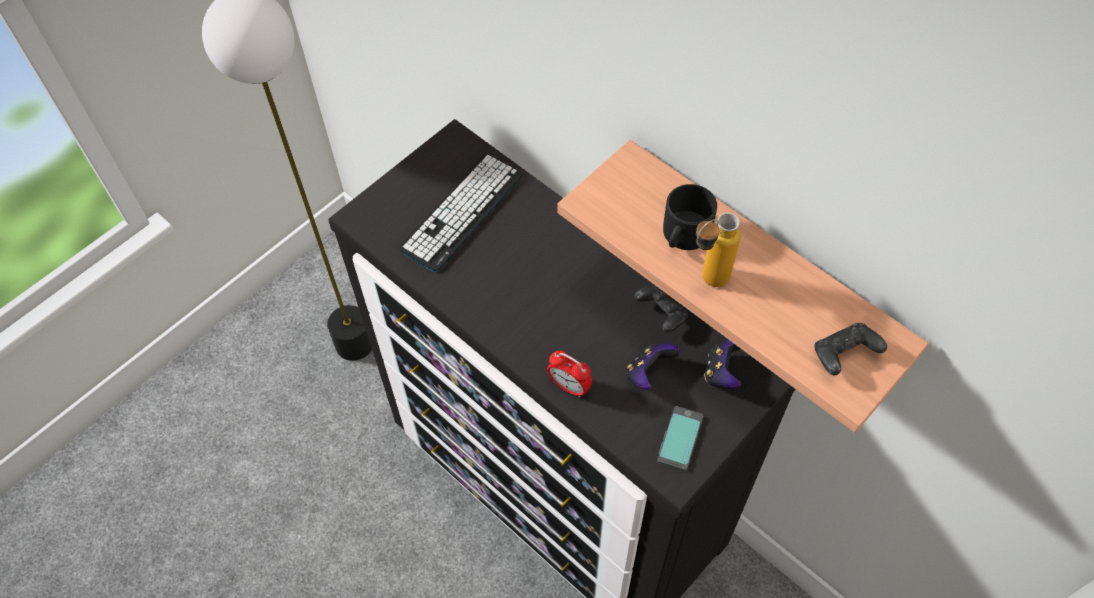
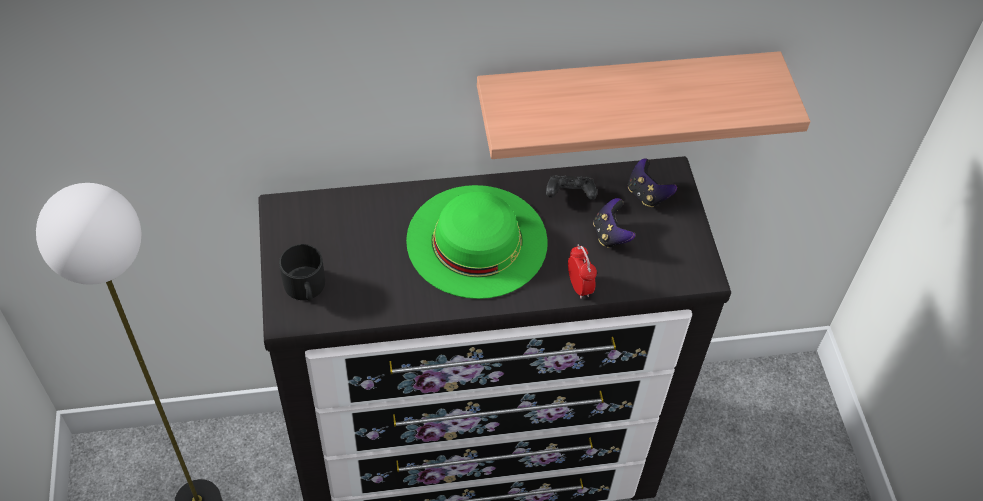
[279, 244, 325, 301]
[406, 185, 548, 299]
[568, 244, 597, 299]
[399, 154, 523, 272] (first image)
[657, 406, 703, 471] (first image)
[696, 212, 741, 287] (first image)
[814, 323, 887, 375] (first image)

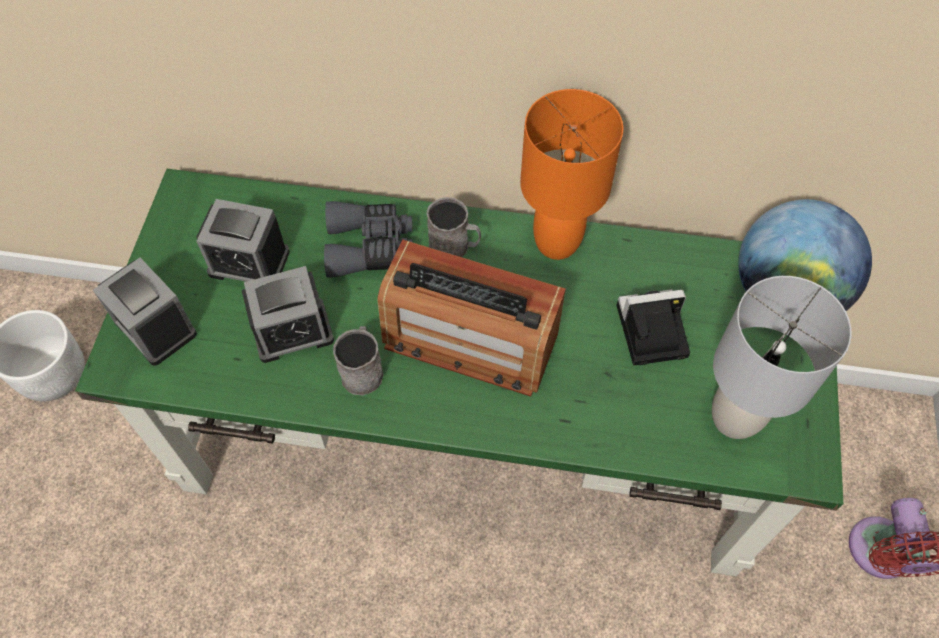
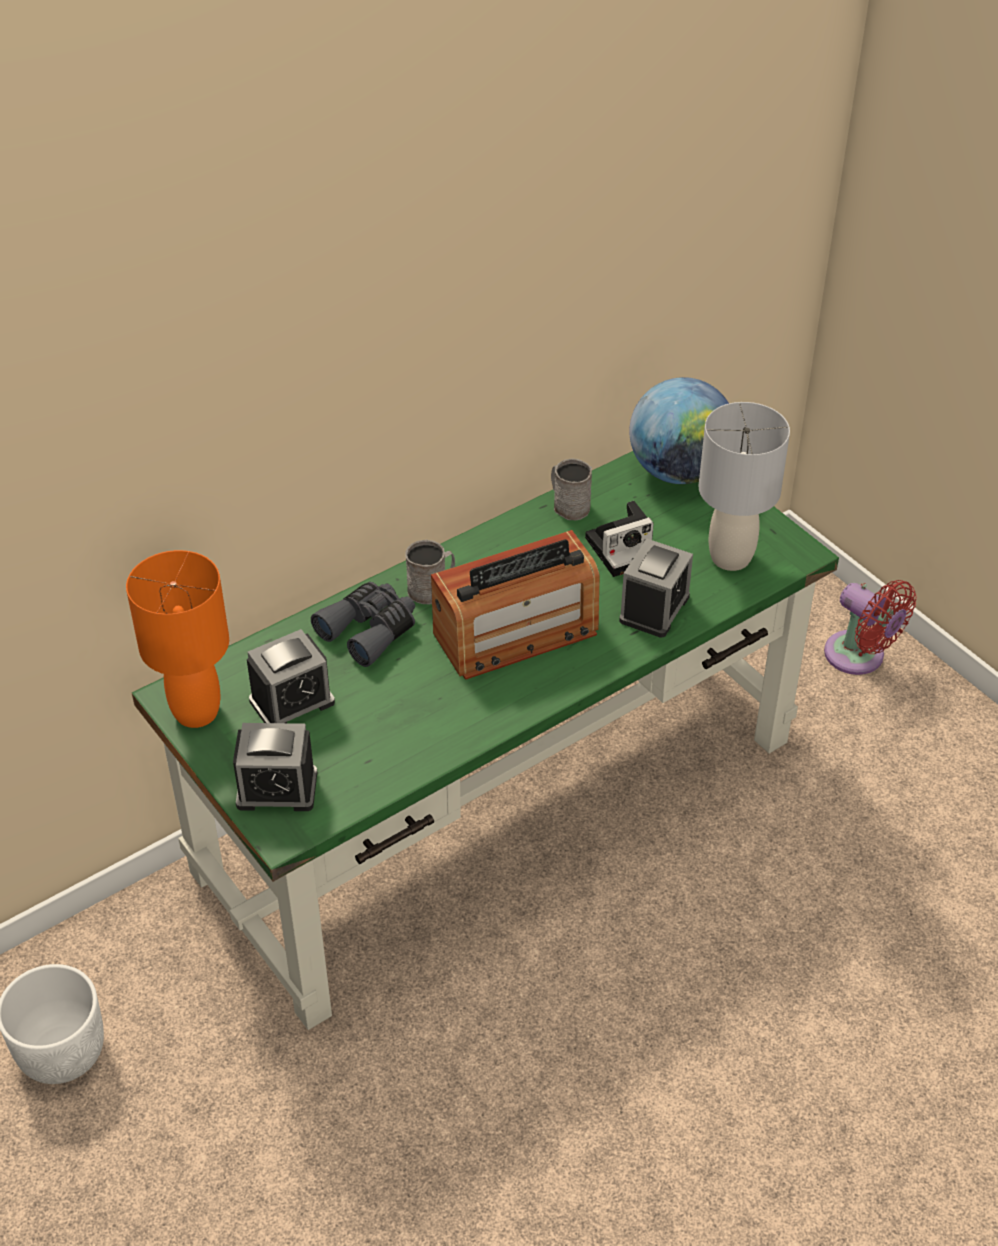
[126, 550, 229, 728]
[551, 459, 592, 520]
[585, 501, 654, 577]
[619, 539, 693, 637]

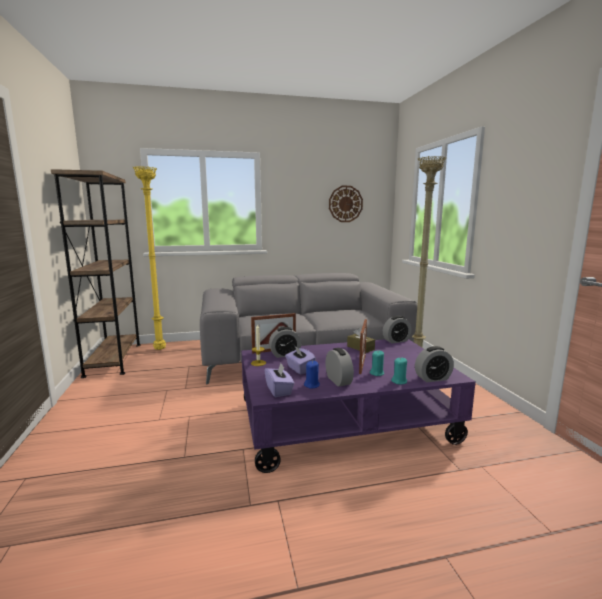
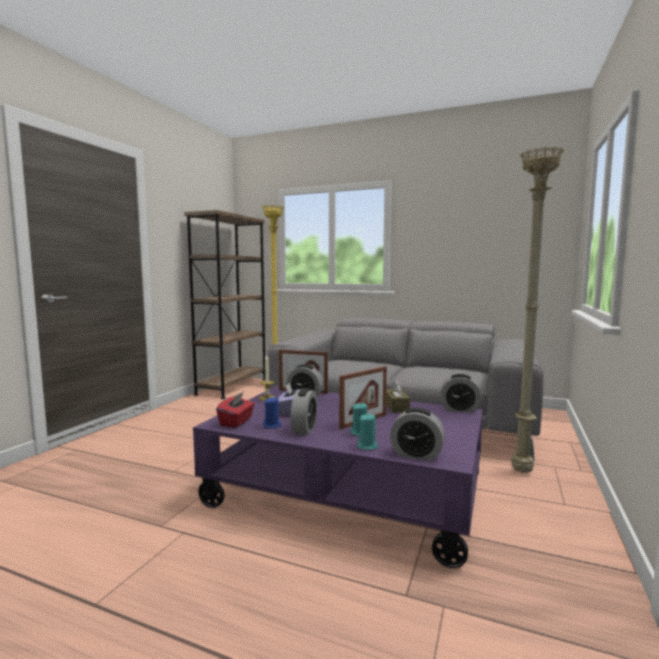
[216, 392, 254, 428]
[329, 186, 363, 222] (first image)

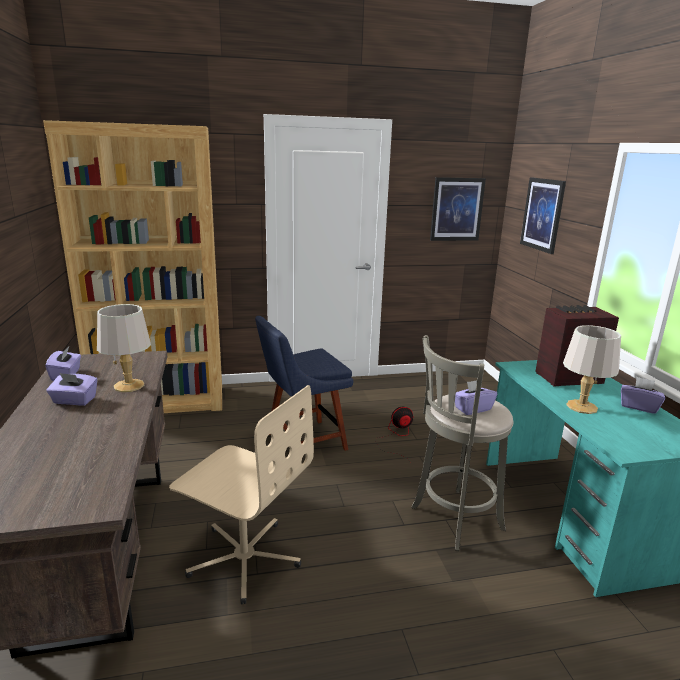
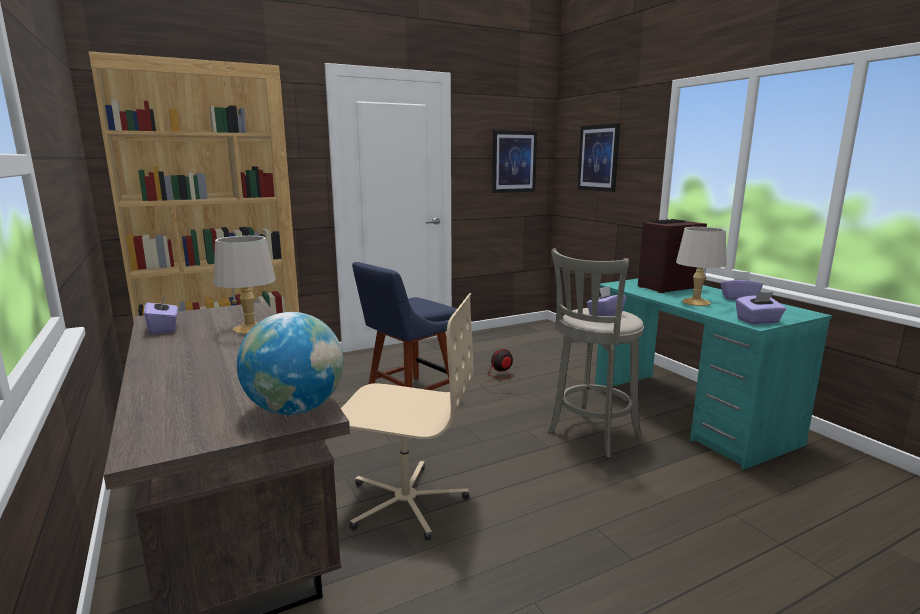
[237, 312, 343, 415]
[736, 292, 786, 324]

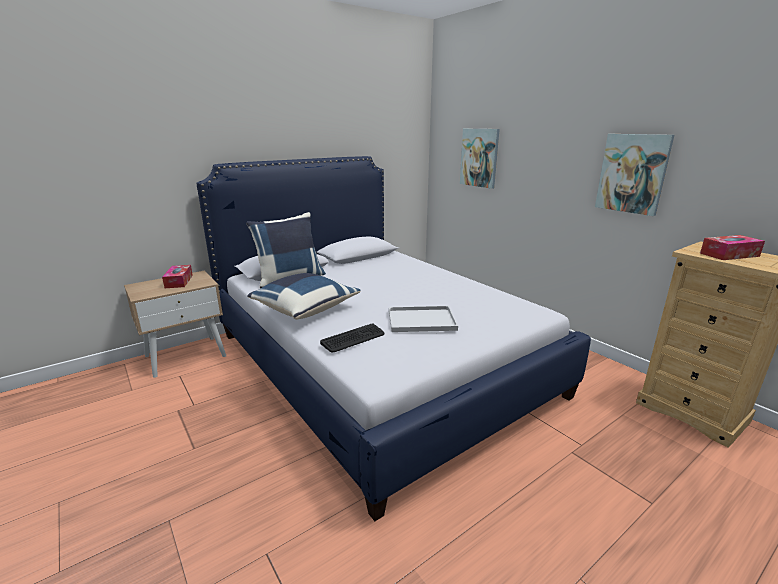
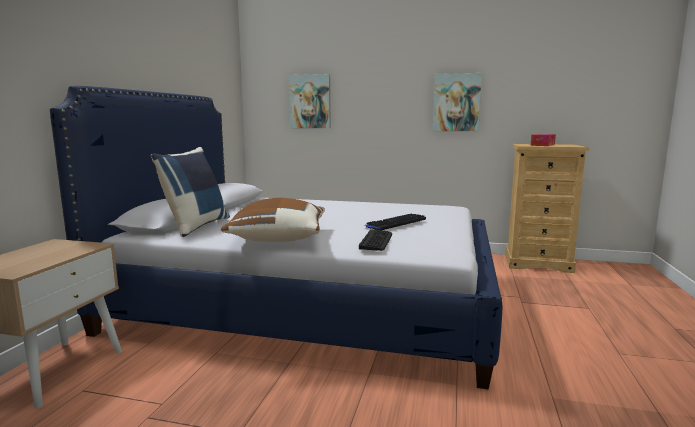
[221, 198, 325, 242]
[366, 214, 426, 230]
[162, 265, 193, 288] (first image)

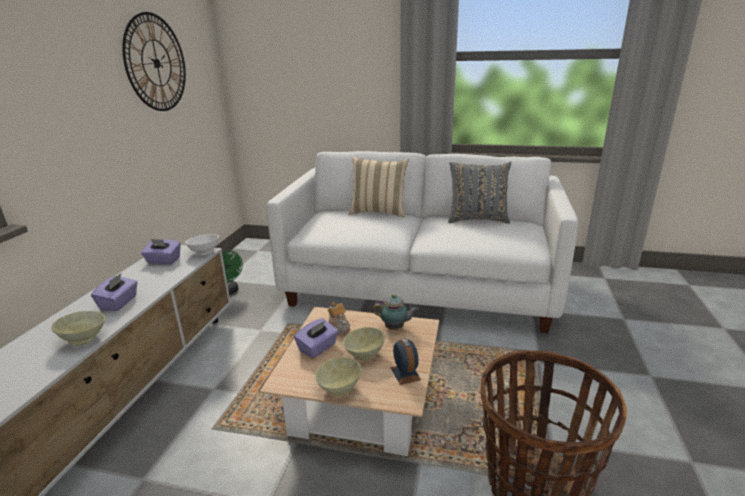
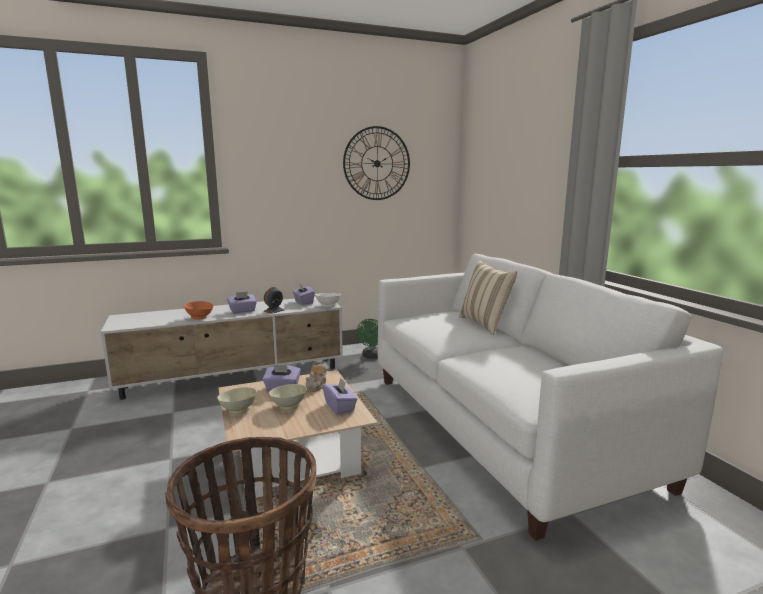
[183, 301, 214, 319]
[263, 287, 284, 314]
[323, 378, 357, 415]
[448, 162, 511, 224] (first image)

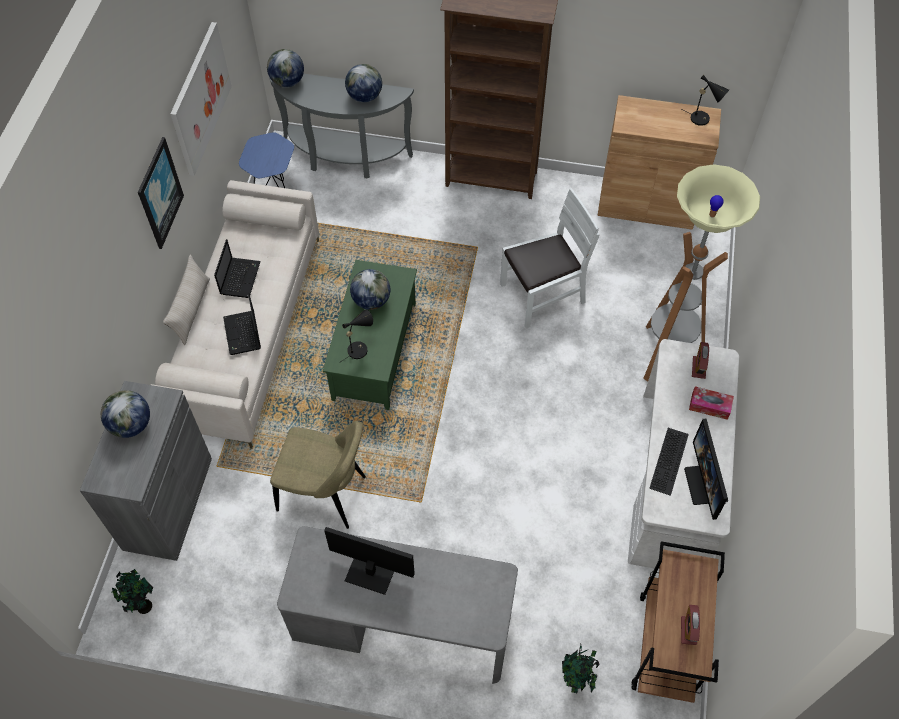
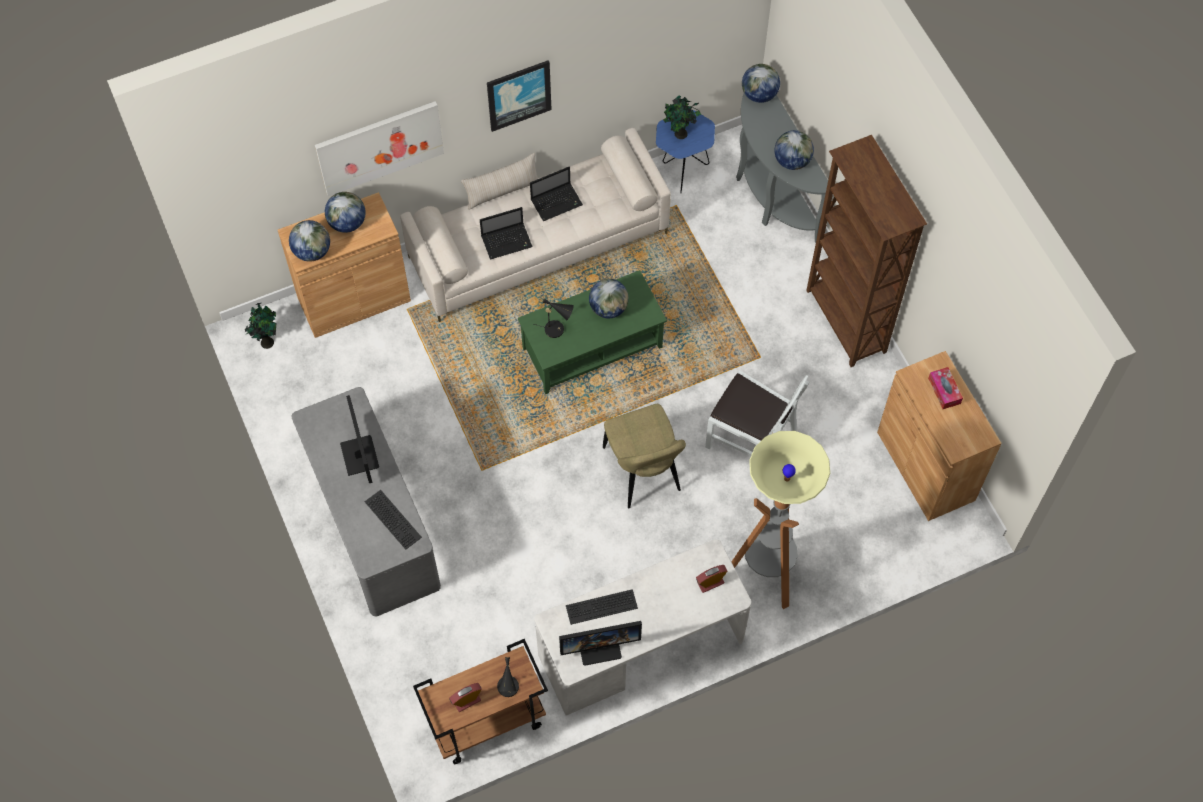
[278, 192, 411, 338]
[289, 220, 330, 262]
[315, 101, 444, 196]
[365, 490, 422, 550]
[480, 207, 532, 260]
[497, 657, 519, 697]
[559, 621, 642, 666]
[603, 404, 686, 509]
[663, 95, 701, 139]
[928, 367, 963, 409]

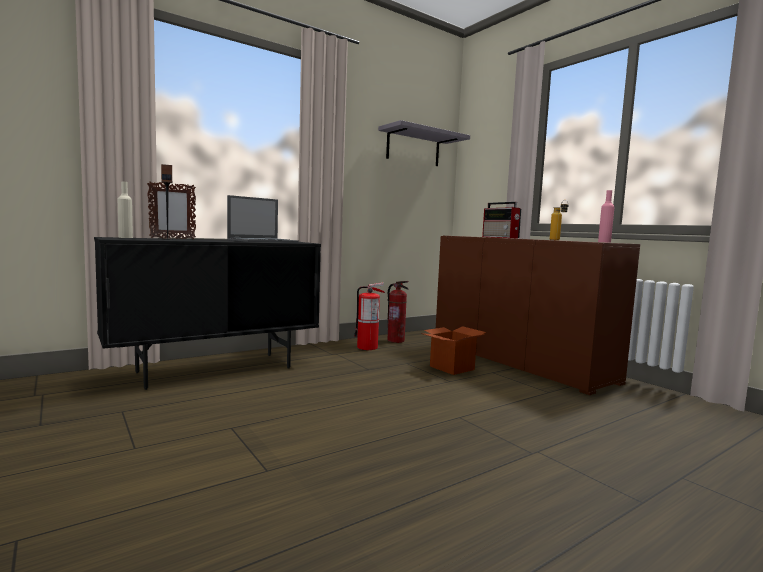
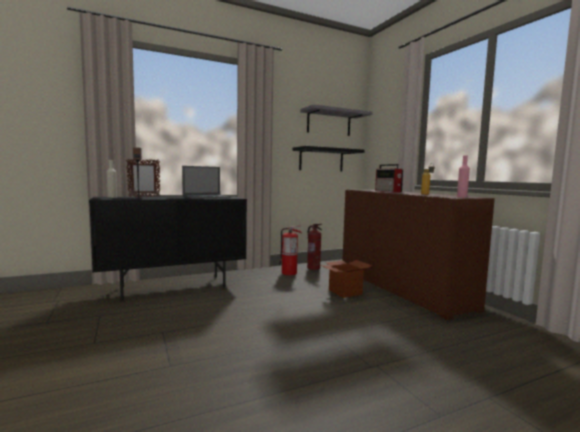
[292, 146, 365, 171]

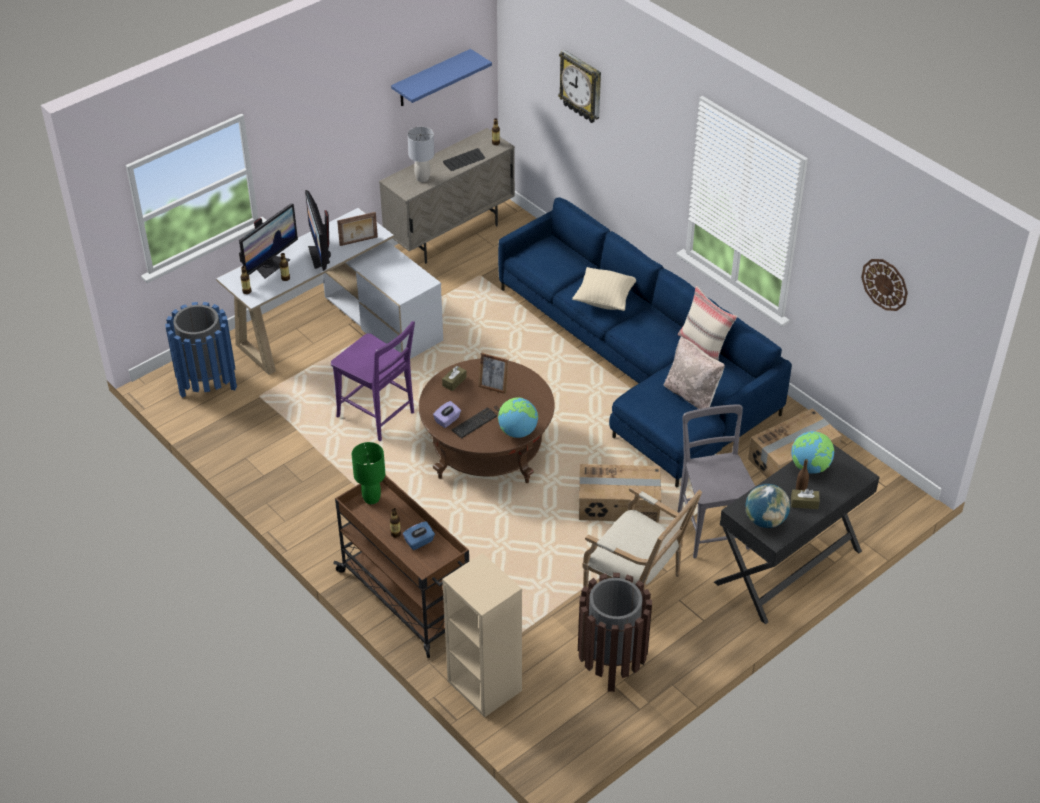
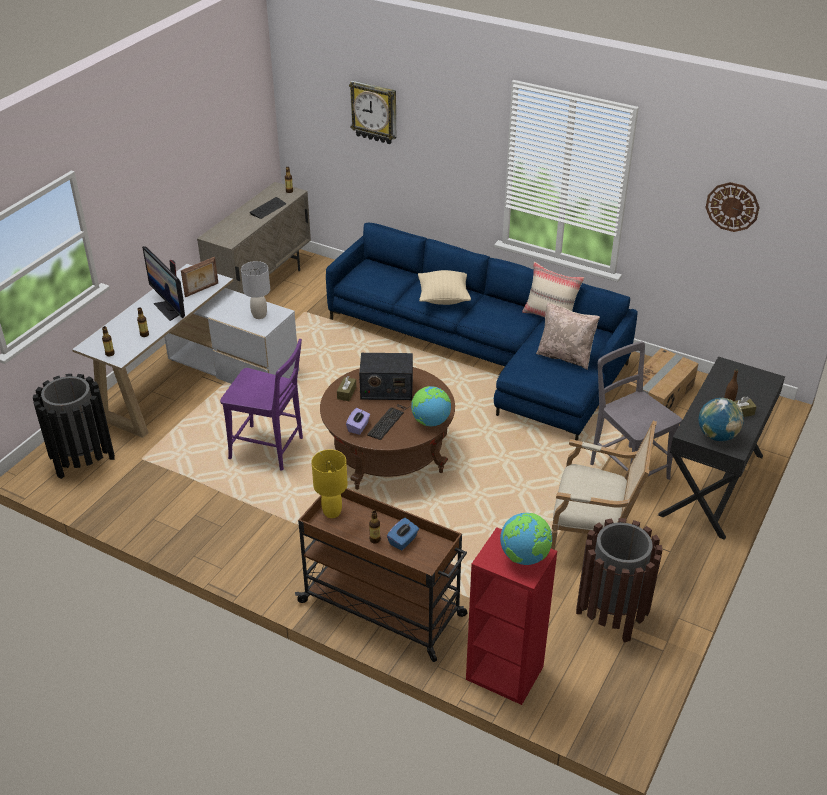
[33, 374, 115, 479]
[241, 261, 270, 319]
[312, 449, 348, 518]
[359, 353, 413, 400]
[466, 527, 557, 705]
[500, 513, 552, 565]
[239, 203, 298, 278] (first image)
[391, 49, 492, 106] (first image)
[579, 464, 661, 522] (first image)

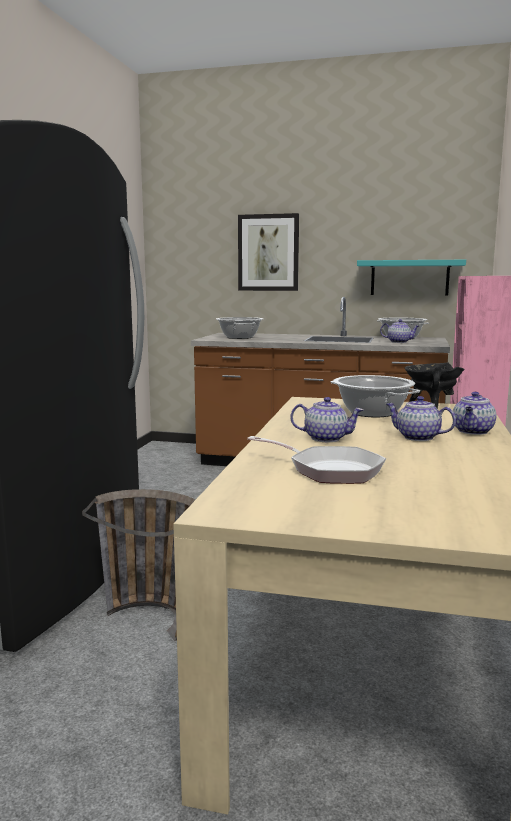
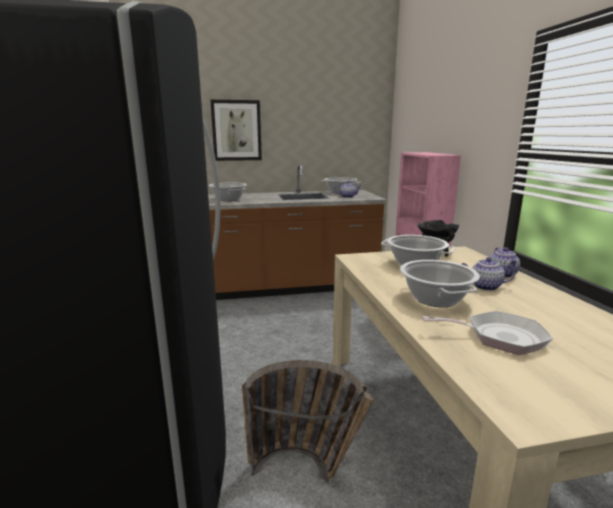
[400, 260, 480, 307]
[357, 260, 466, 295] (first image)

